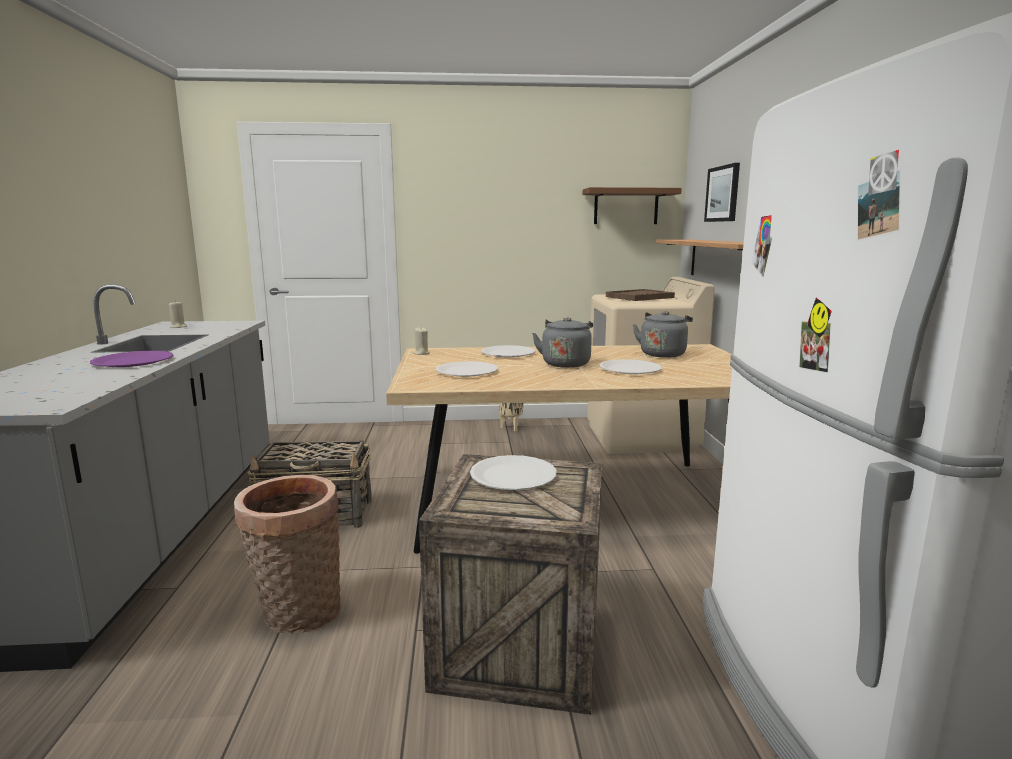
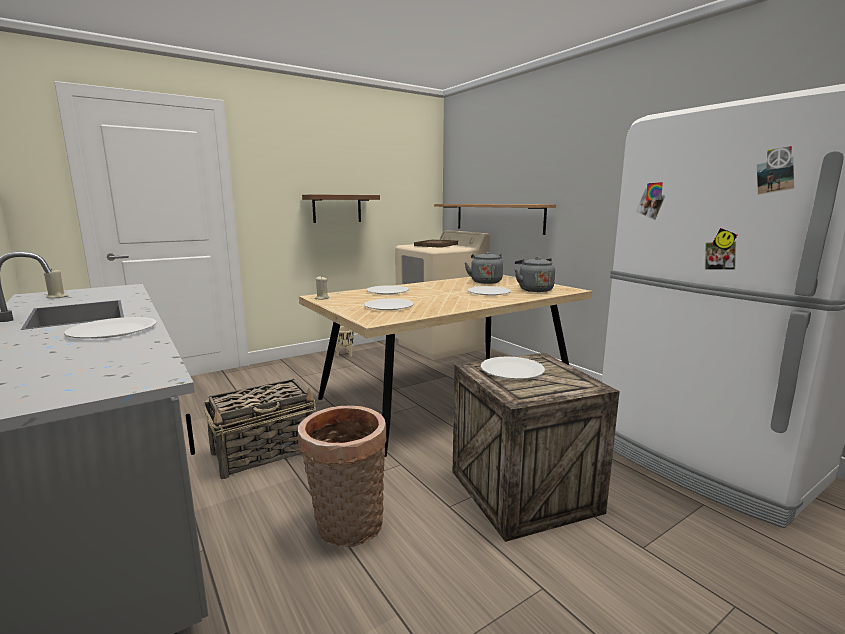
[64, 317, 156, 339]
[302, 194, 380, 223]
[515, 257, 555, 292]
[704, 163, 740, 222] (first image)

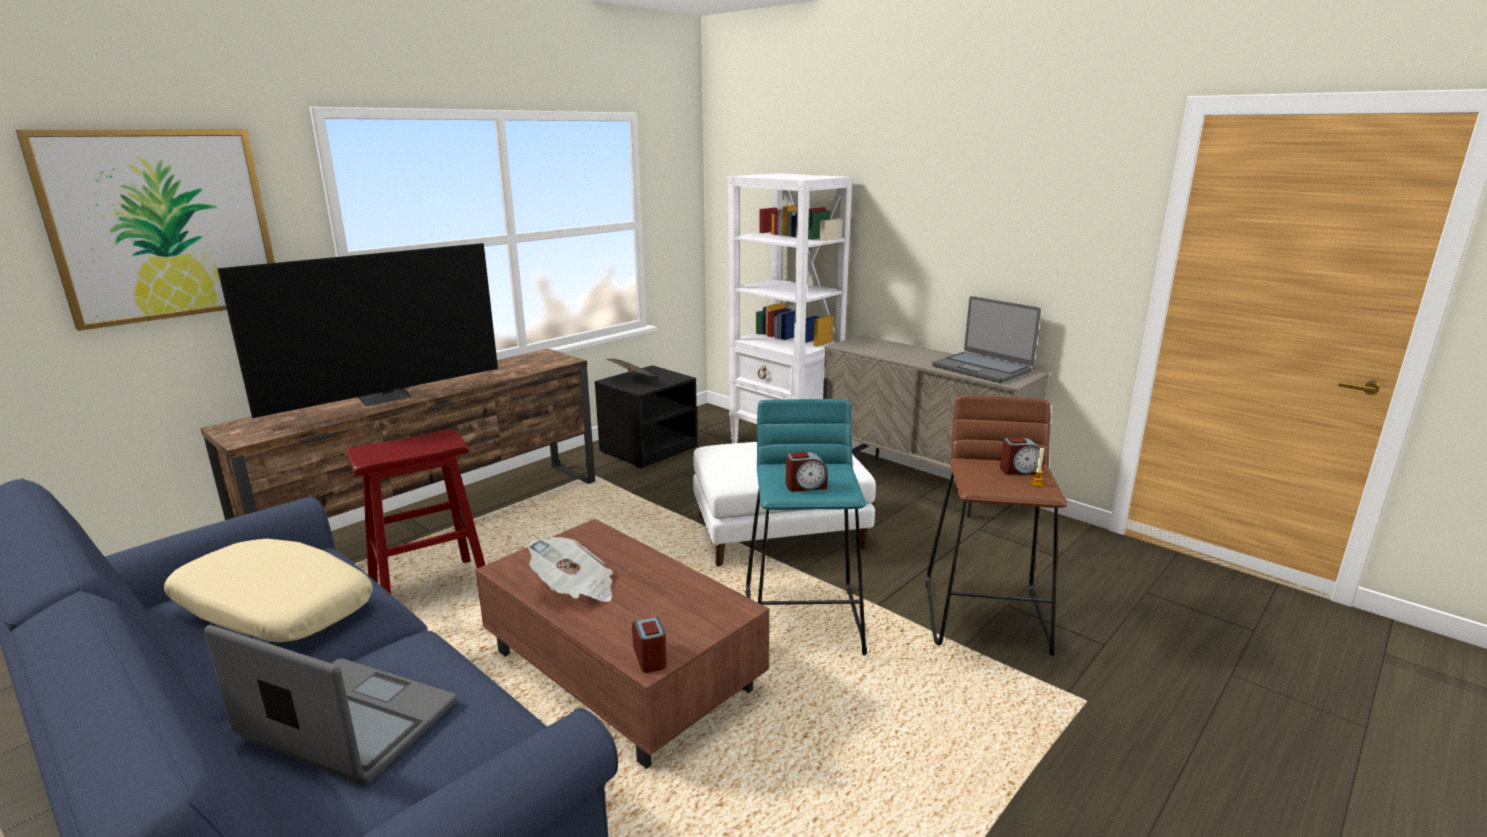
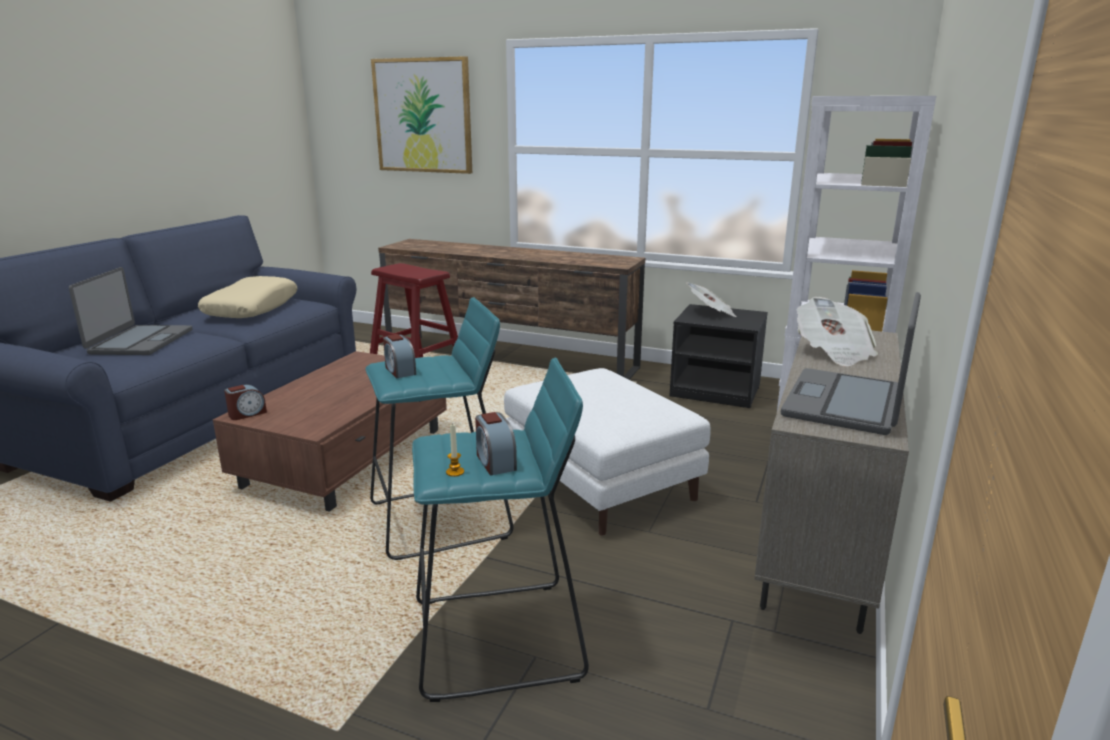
[412, 358, 589, 702]
[797, 297, 878, 367]
[217, 243, 498, 418] (first image)

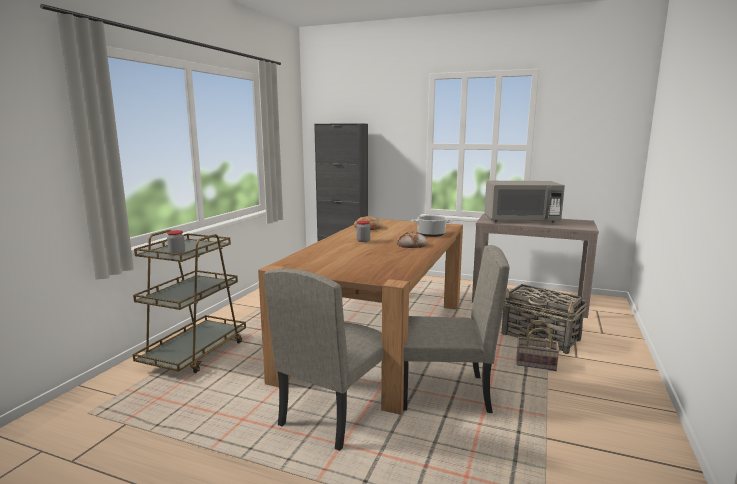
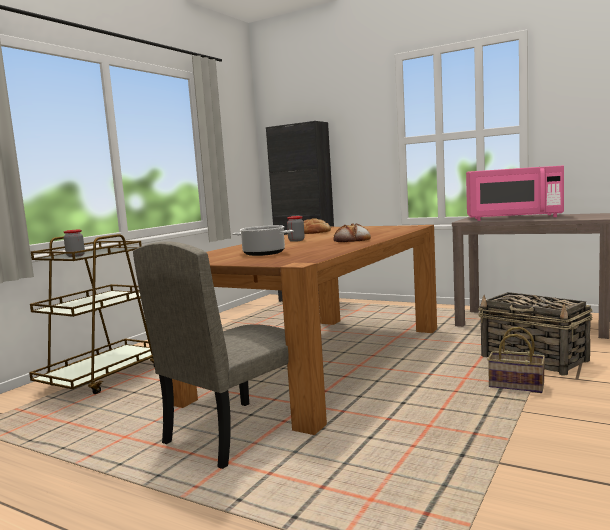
[232, 225, 294, 256]
[466, 165, 564, 221]
[403, 245, 510, 413] (first image)

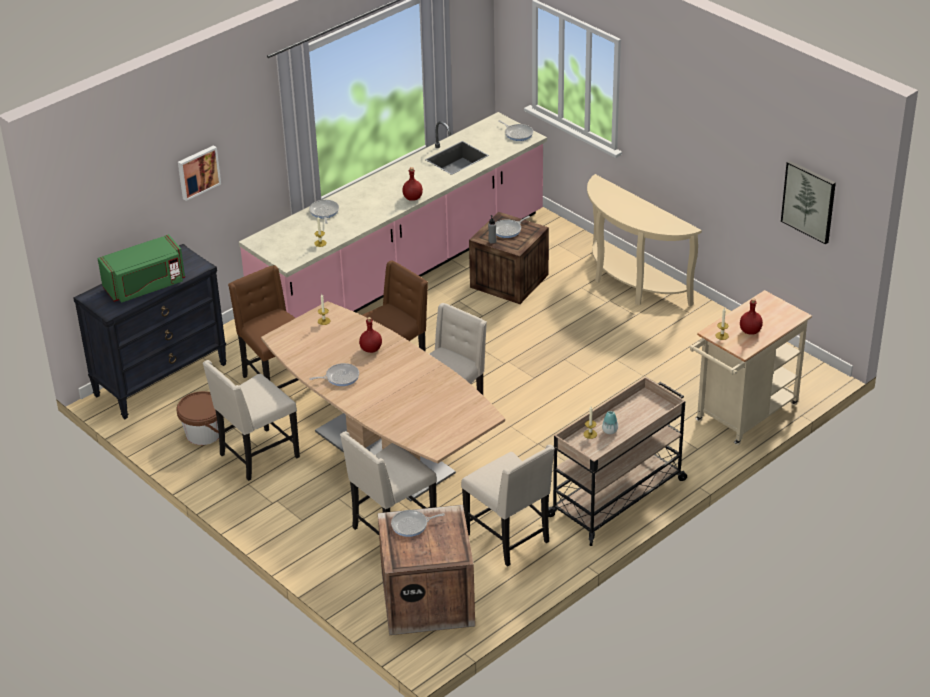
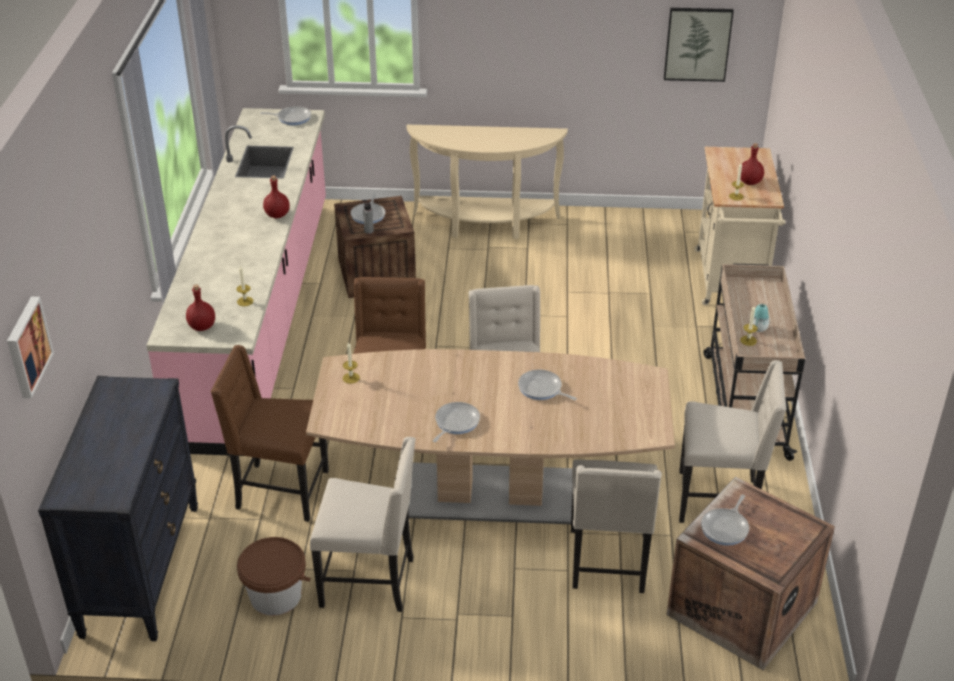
[7, 297, 54, 399]
[186, 284, 215, 331]
[310, 437, 416, 612]
[518, 370, 577, 400]
[98, 234, 185, 303] (first image)

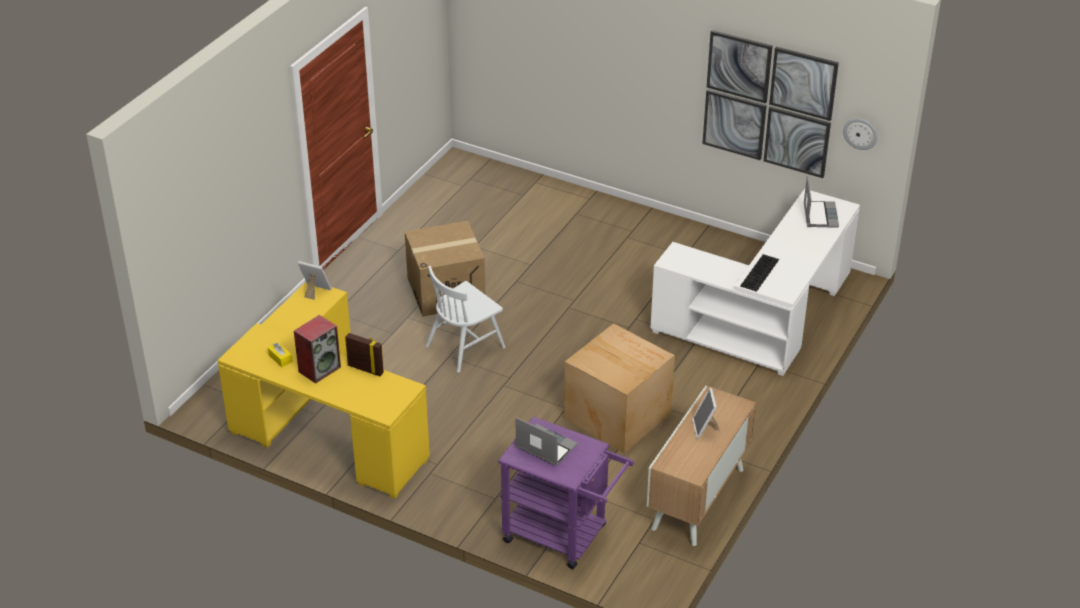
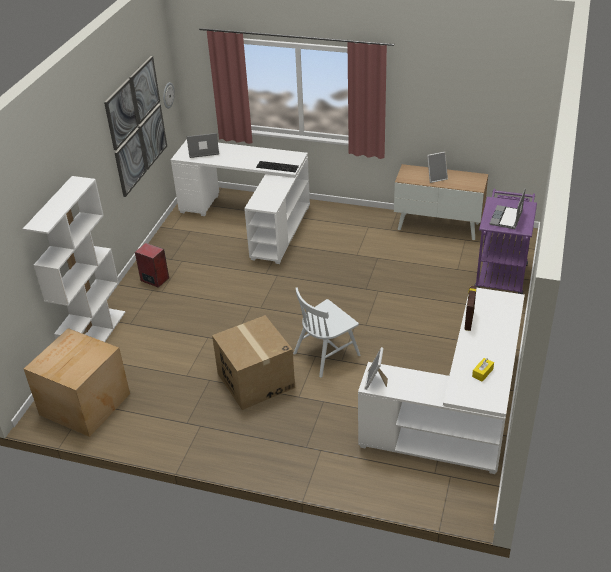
[23, 176, 125, 342]
[24, 328, 130, 437]
[135, 243, 169, 288]
[293, 287, 361, 378]
[358, 288, 525, 474]

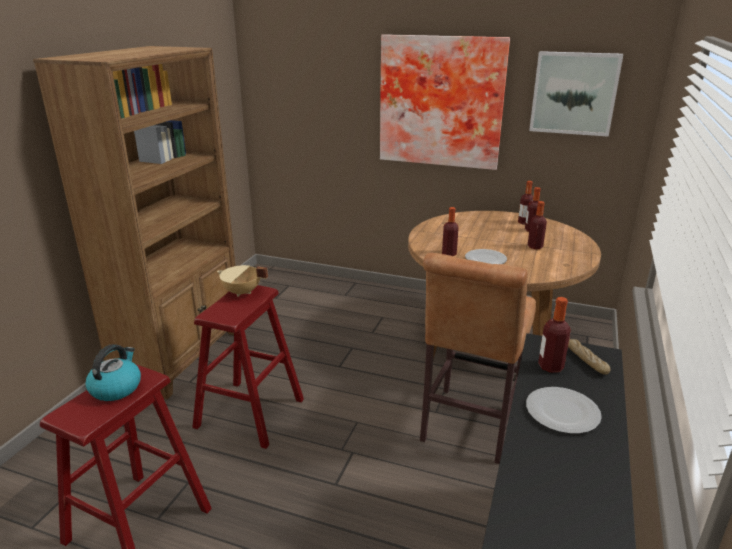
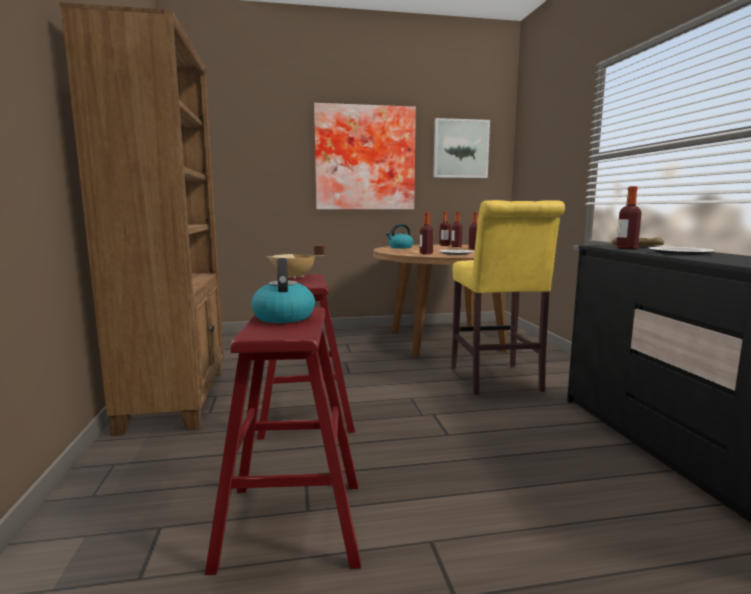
[386, 224, 413, 249]
[451, 200, 565, 395]

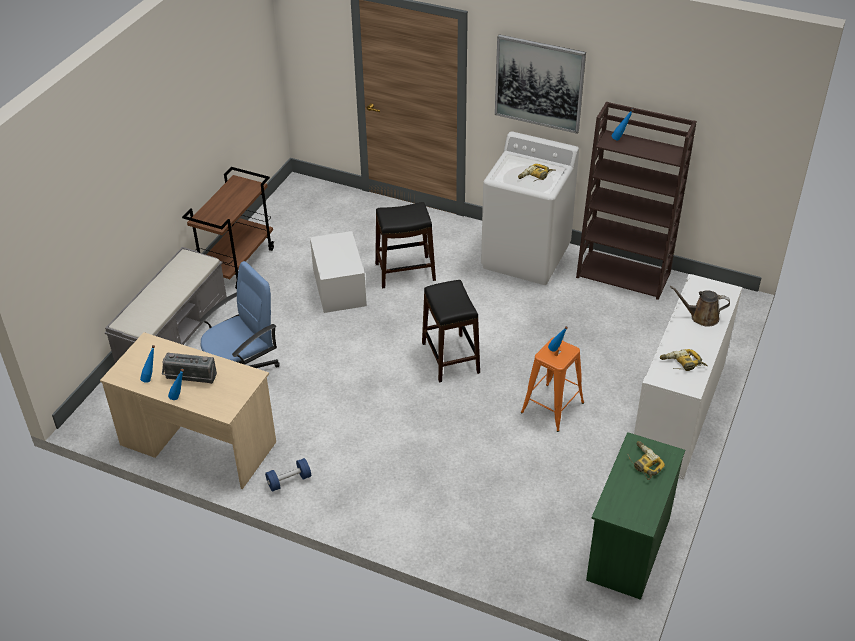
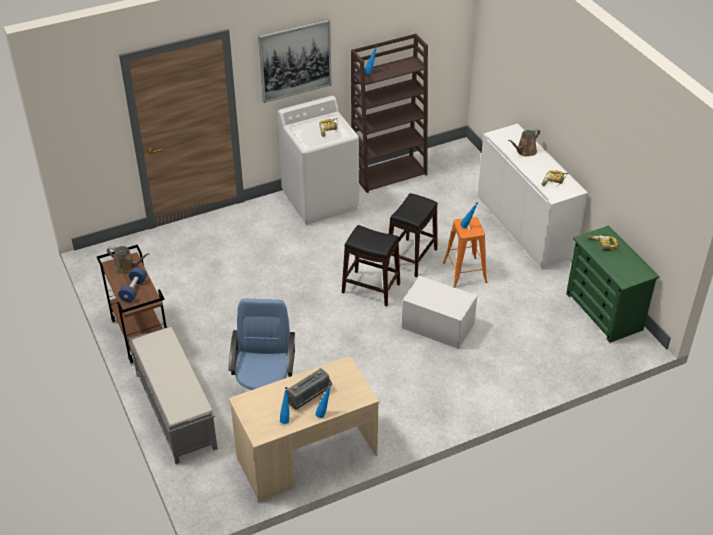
[107, 246, 150, 275]
[118, 267, 147, 302]
[388, 193, 437, 277]
[402, 276, 477, 349]

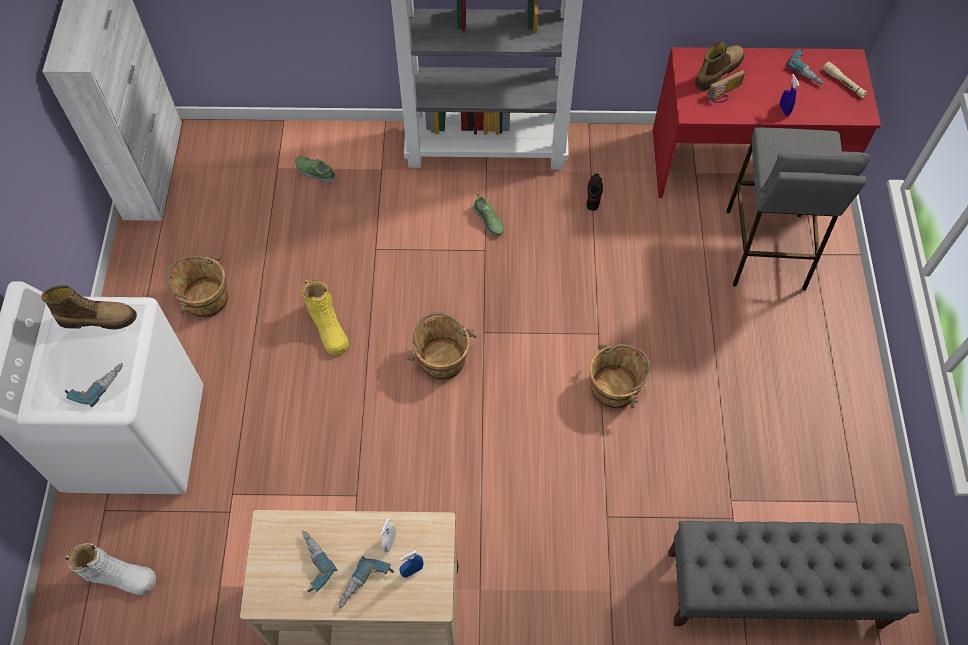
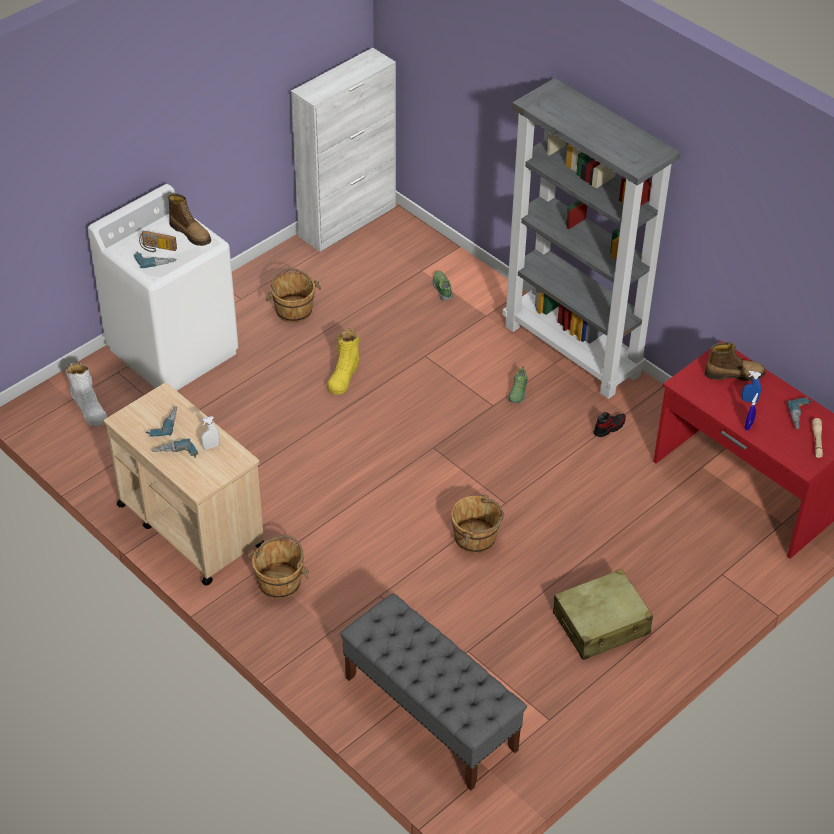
[139, 231, 177, 252]
[248, 535, 309, 599]
[553, 569, 653, 660]
[742, 371, 761, 403]
[726, 127, 870, 290] (first image)

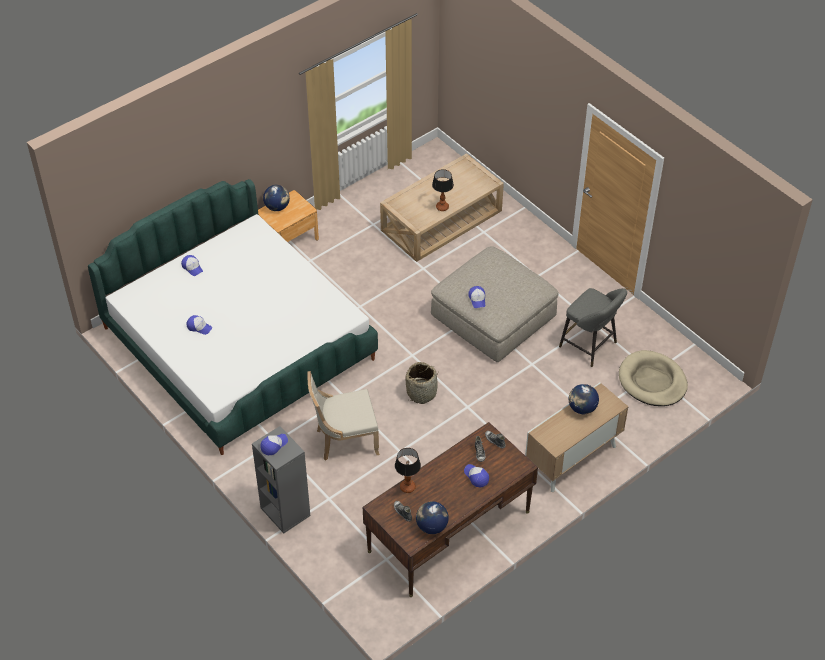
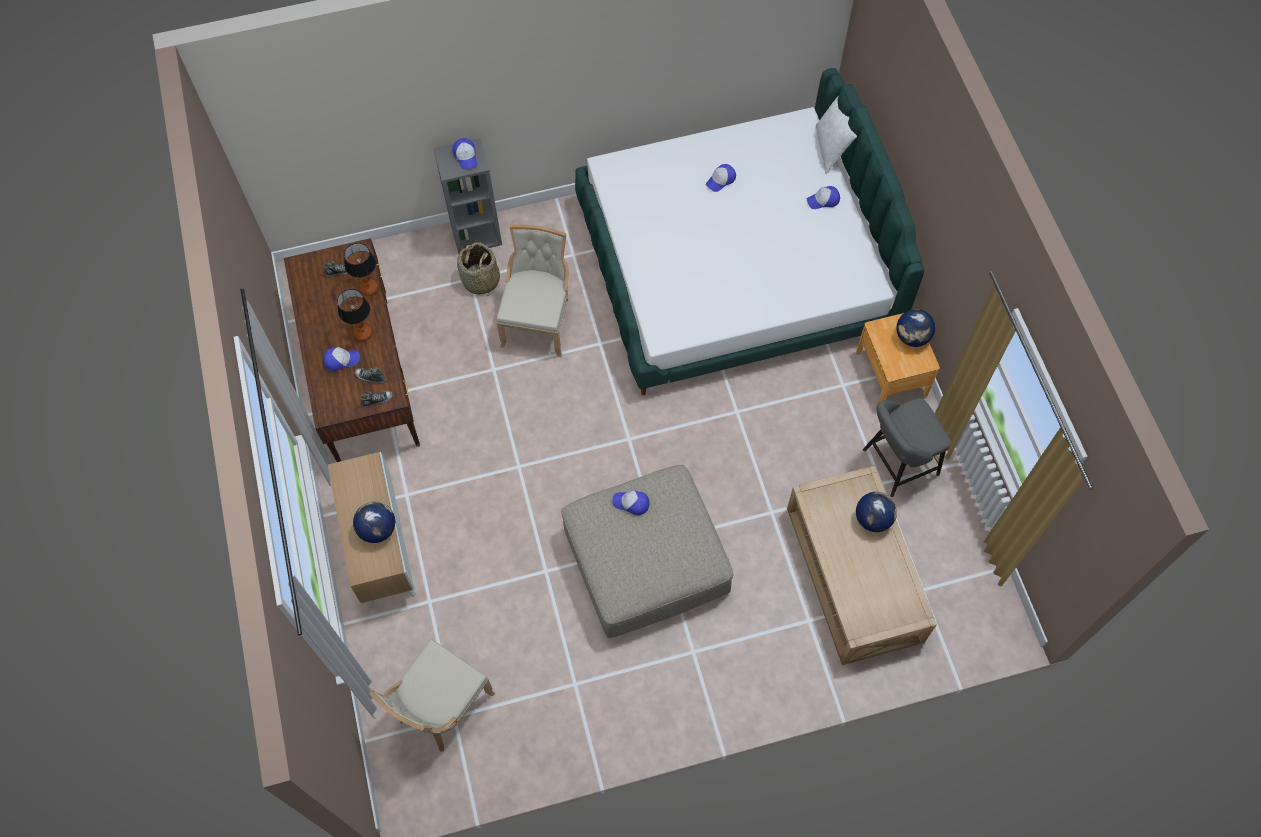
[337, 289, 372, 341]
[369, 639, 495, 751]
[457, 242, 500, 294]
[816, 97, 857, 174]
[856, 492, 897, 532]
[863, 398, 951, 497]

